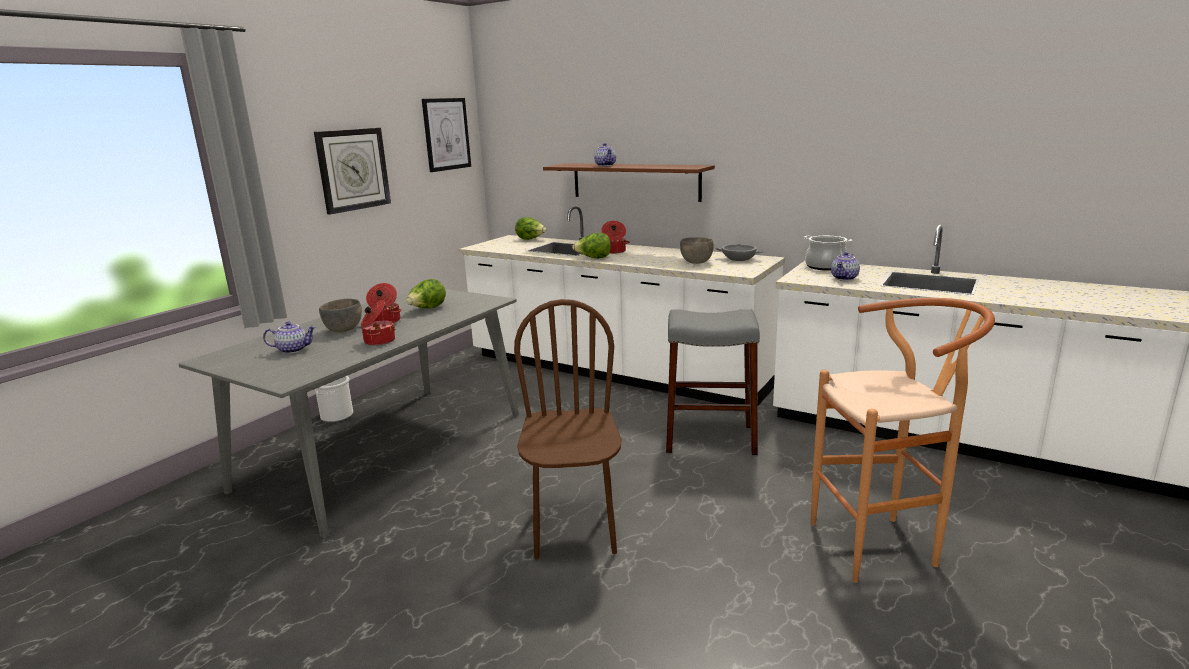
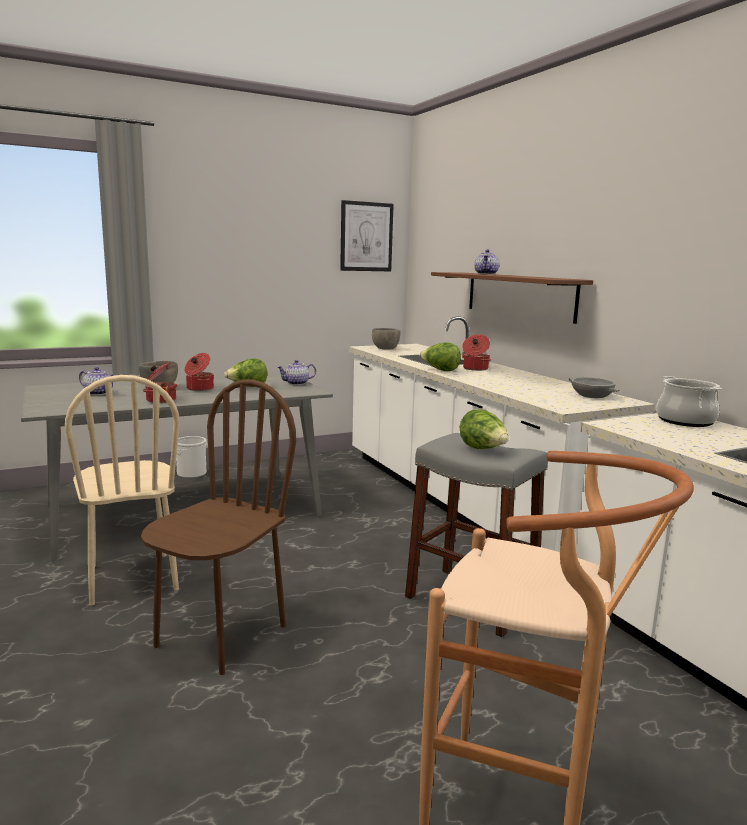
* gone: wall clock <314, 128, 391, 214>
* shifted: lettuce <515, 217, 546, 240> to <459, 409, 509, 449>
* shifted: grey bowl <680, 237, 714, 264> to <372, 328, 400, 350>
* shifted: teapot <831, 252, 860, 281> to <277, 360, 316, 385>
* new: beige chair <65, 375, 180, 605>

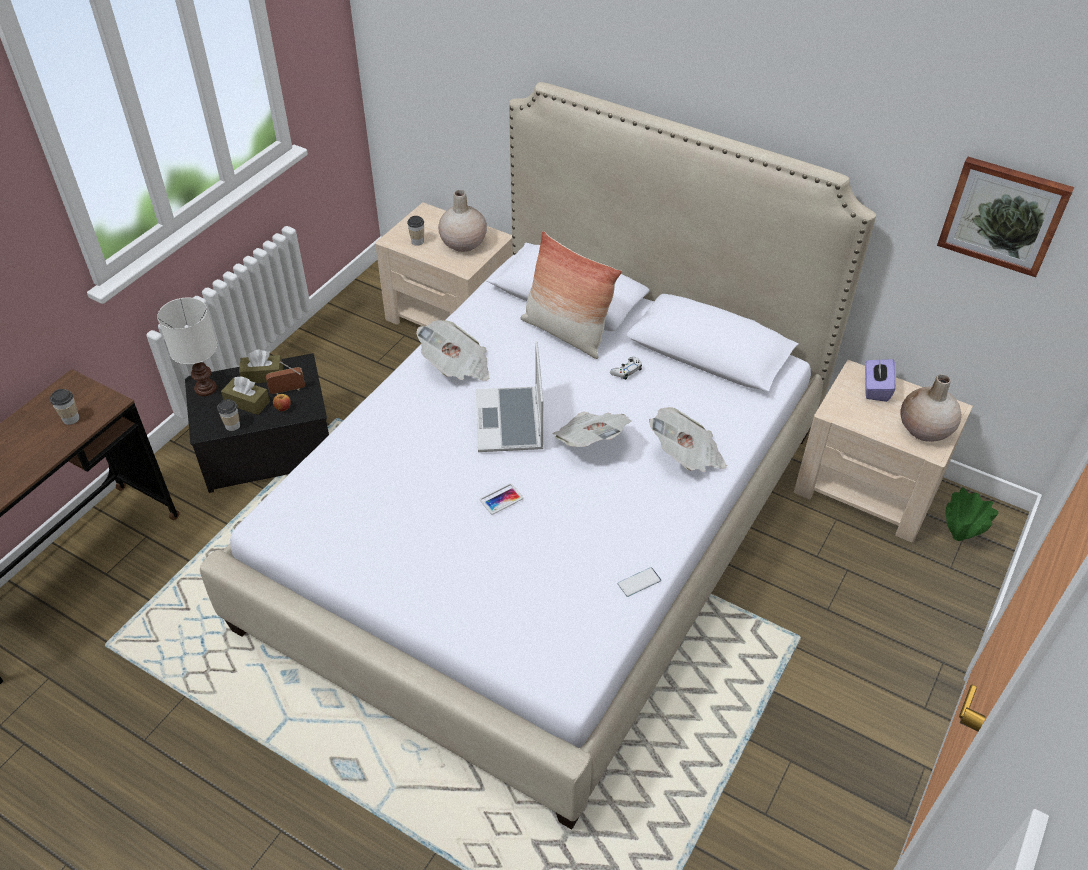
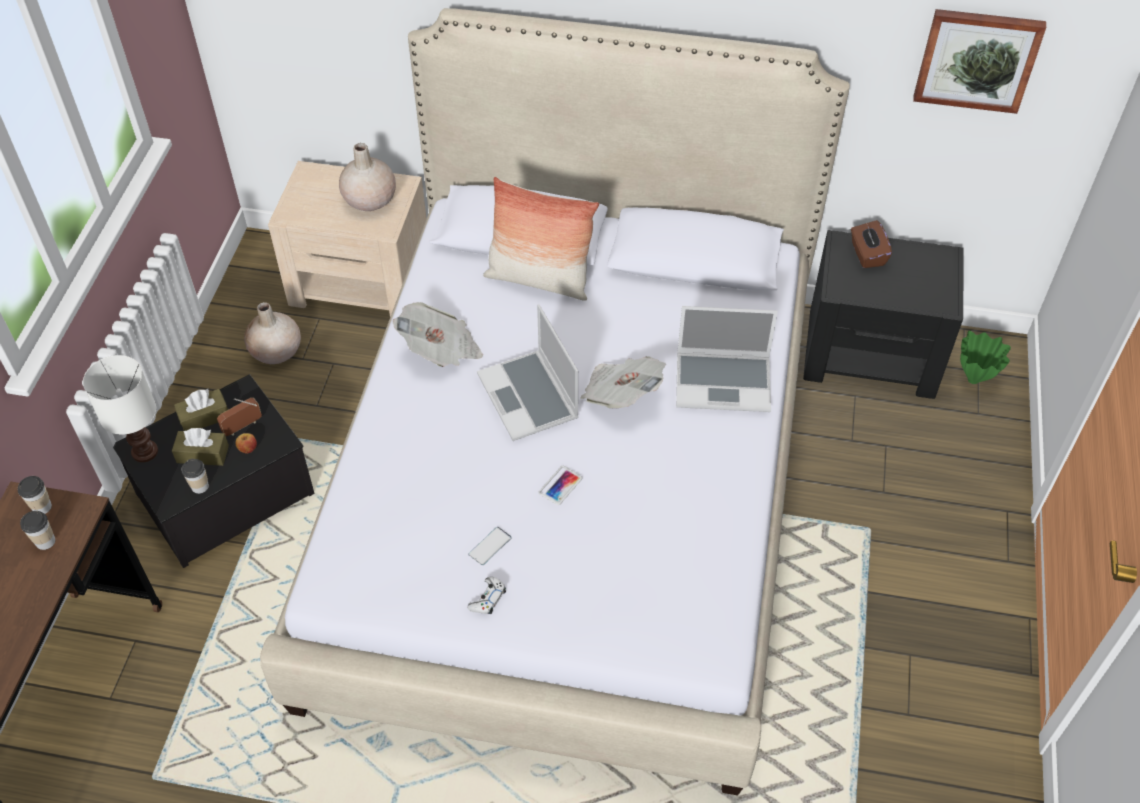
* shifted: cup <407, 216, 424, 246> to <18, 476, 52, 514>
* shifted: white game controller <610, 357, 642, 380> to <468, 577, 506, 614>
* shifted: phone <618, 567, 661, 597> to <468, 527, 512, 565>
* swapped: newspaper <649, 407, 727, 472> to laptop <676, 306, 778, 412>
* repainted: beige nightstand <794, 360, 973, 543> to black nightstand <803, 230, 964, 399>
* repainted: purple tissue box <865, 358, 896, 402> to brown tissue box <851, 220, 892, 268>
* shifted: beige vase <900, 375, 962, 442> to <244, 302, 301, 364>

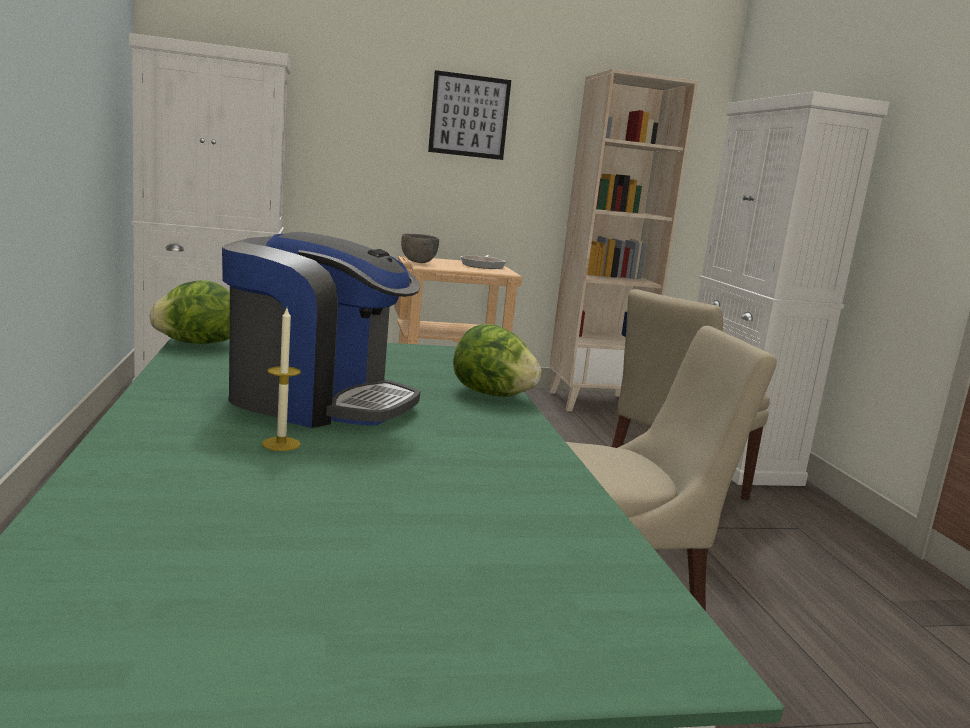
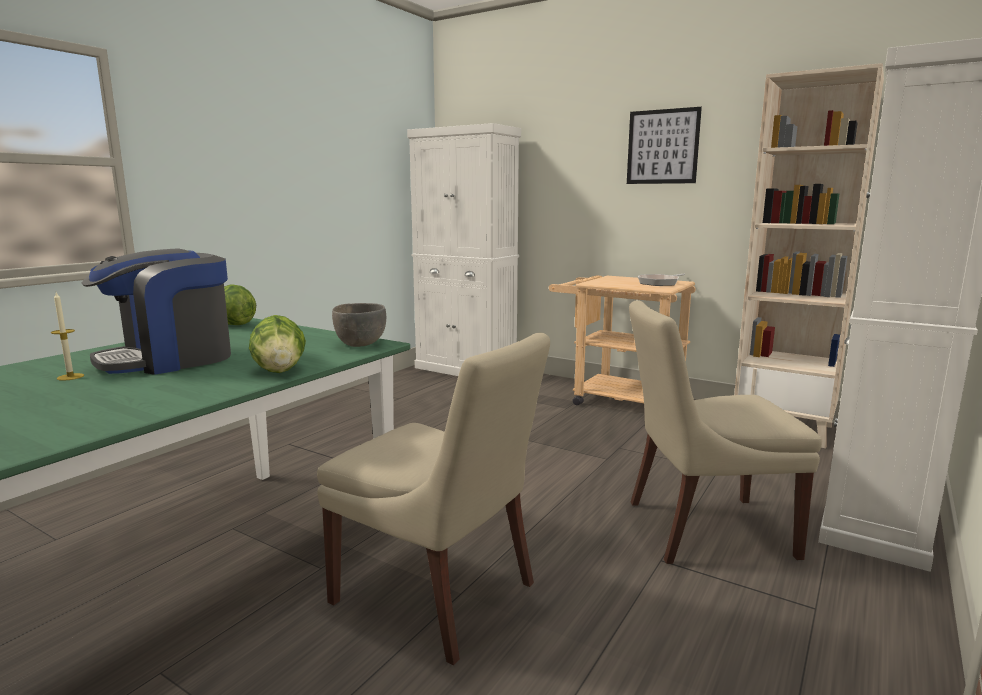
* rotated: coffee machine <222, 232, 420, 428> = <82, 249, 231, 375> 75 degrees clockwise
* shifted: grey bowl <401, 234, 439, 263> to <332, 303, 386, 347>

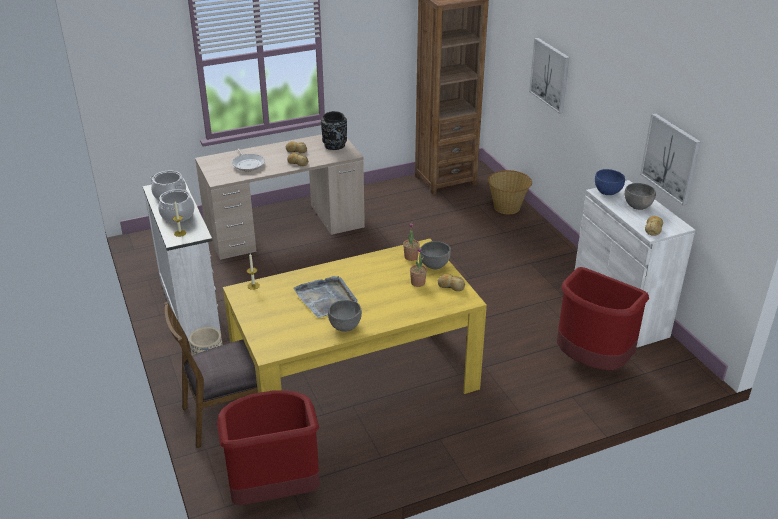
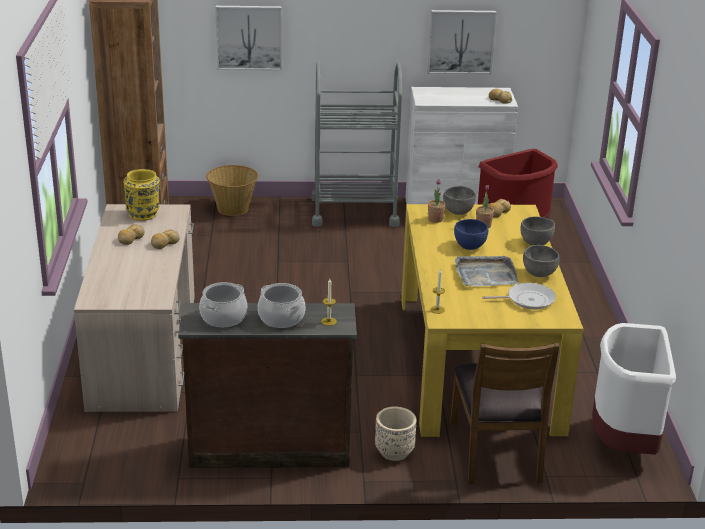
* repainted: white dresser <143, 180, 221, 344> to brown dresser <178, 303, 357, 468>
* repainted: red trash can <217, 390, 320, 505> to white trash can <592, 323, 676, 455>
* shifted: frying pan <232, 148, 265, 171> to <482, 283, 556, 310>
* repainted: black vase <321, 111, 347, 150> to yellow vase <123, 169, 160, 221>
* shifted: blue bowl <595, 169, 625, 195> to <454, 219, 488, 250>
* shifted: grey bowl <624, 183, 656, 210> to <520, 216, 555, 245>
* new: grey cart <311, 62, 402, 227>

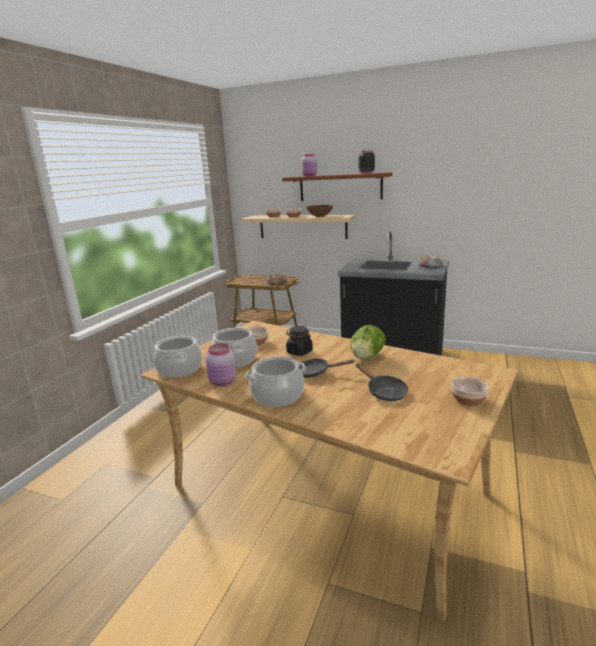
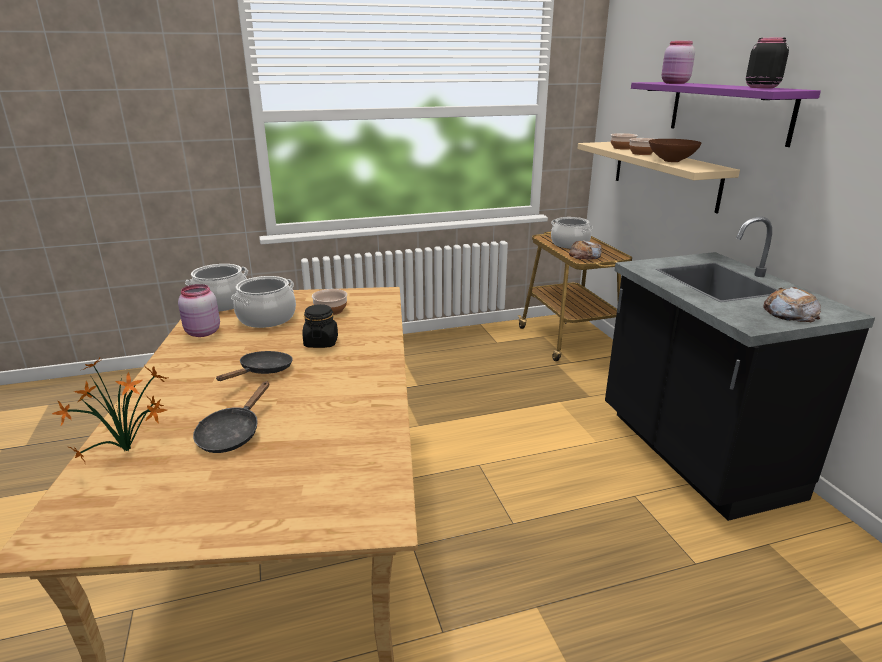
* shifted: cooking pot <245, 356, 306, 407> to <551, 217, 593, 249>
* repainted: brown shelf <282, 172, 393, 201> to purple shelf <631, 82, 821, 147>
* rotated: black frying pan <299, 359, 354, 378> = <216, 351, 293, 381> 60 degrees clockwise
* gone: lettuce <350, 325, 386, 360>
* gone: bowl <451, 377, 489, 406>
* new: potted plant <52, 358, 168, 462>

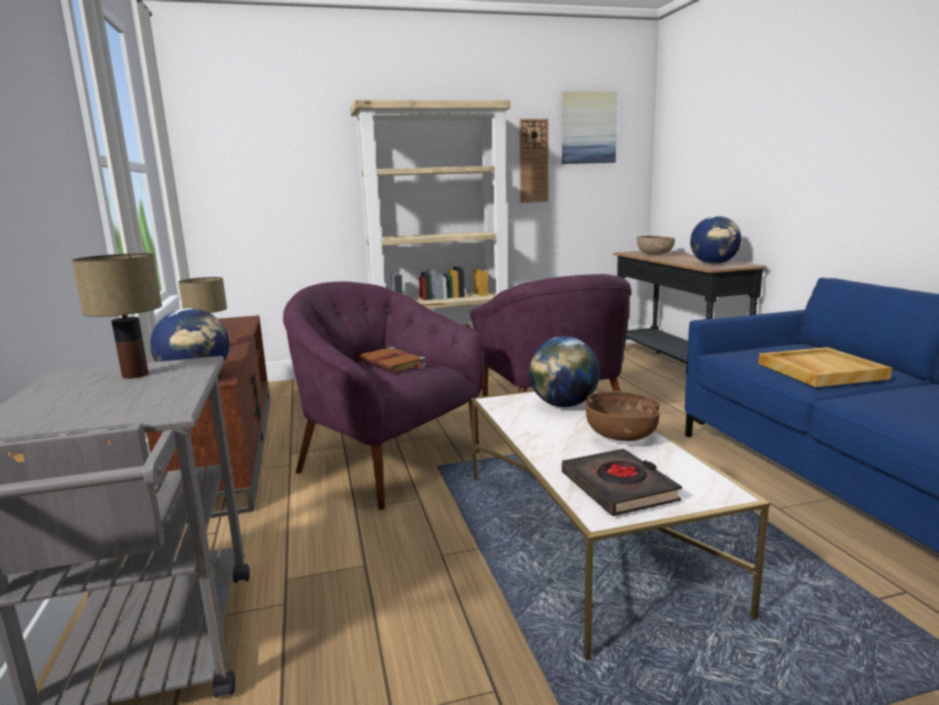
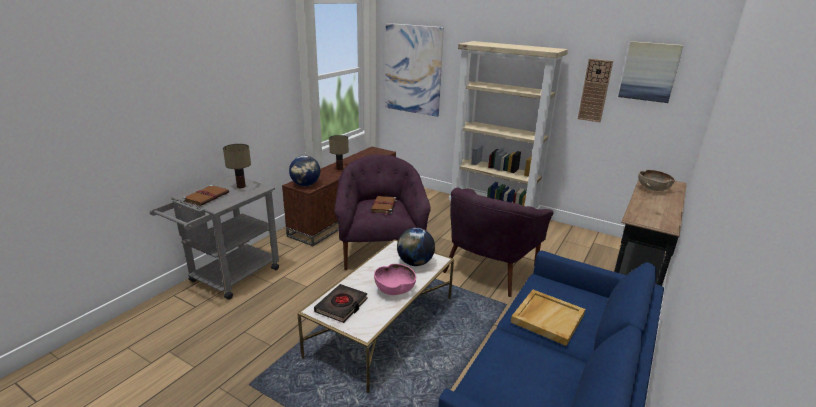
* repainted: brown bowl <586, 391, 660, 441> to pink bowl <374, 264, 416, 295>
* gone: globe <690, 216, 742, 264>
* new: brown book <182, 185, 229, 206>
* new: picture <385, 23, 444, 117>

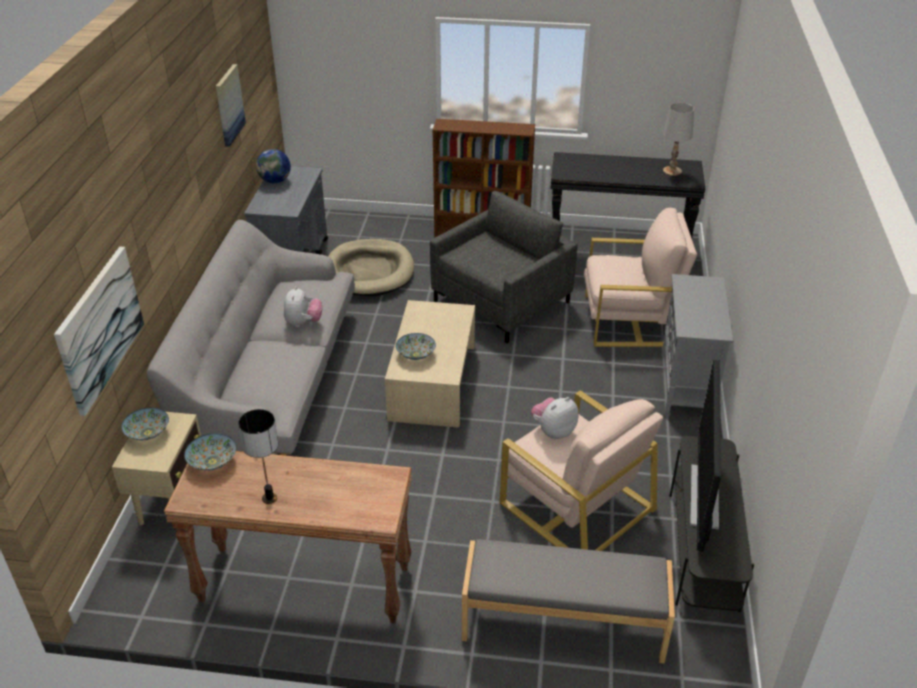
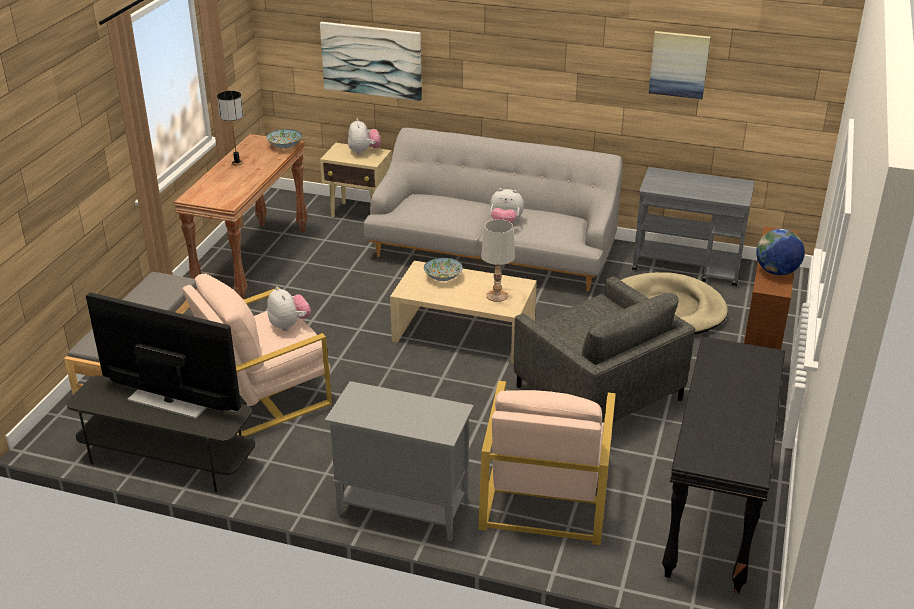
* swapped: bowl <121, 408, 169, 440> to plush toy <348, 118, 381, 155>
* shifted: globe <256, 149, 291, 183> to <756, 229, 805, 275>
* shifted: white table lamp <663, 103, 694, 176> to <481, 219, 515, 302>

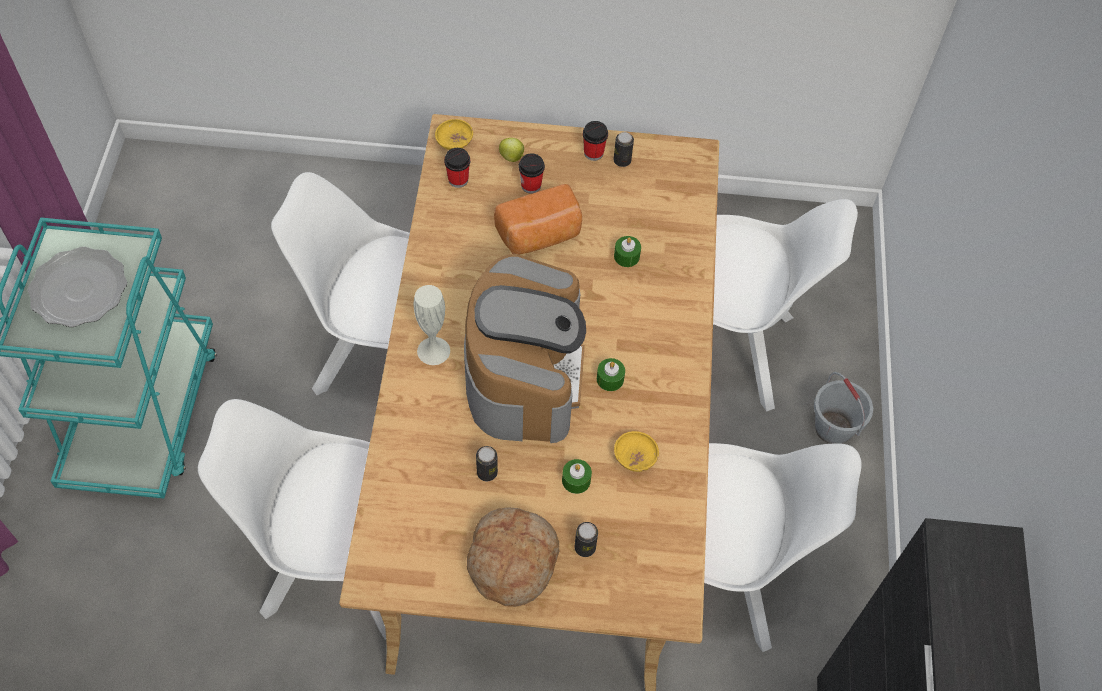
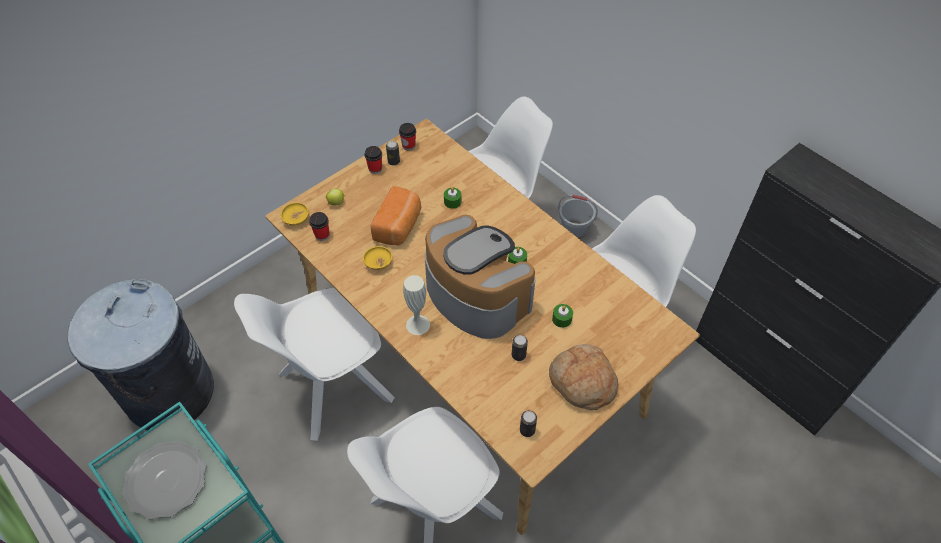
* shifted: cup <519, 154, 545, 194> to <399, 123, 416, 150>
* shifted: can <575, 522, 598, 557> to <520, 410, 537, 437>
* shifted: yellow bowl <614, 431, 659, 472> to <363, 246, 392, 270>
* new: grey trash can <67, 279, 214, 430>

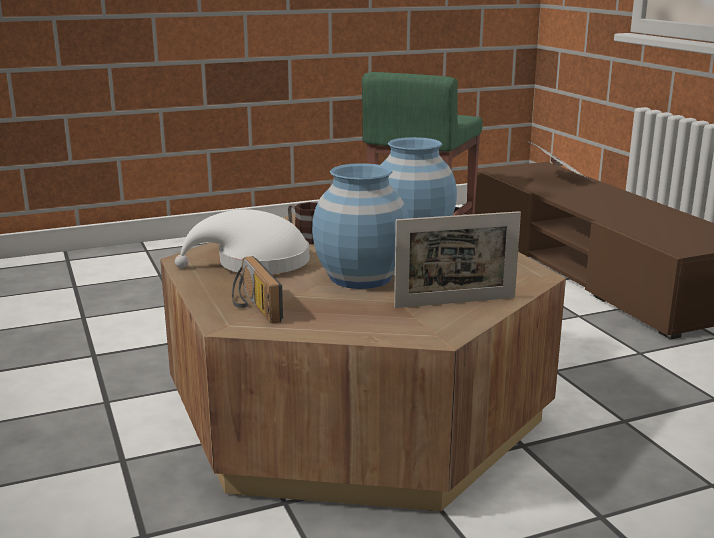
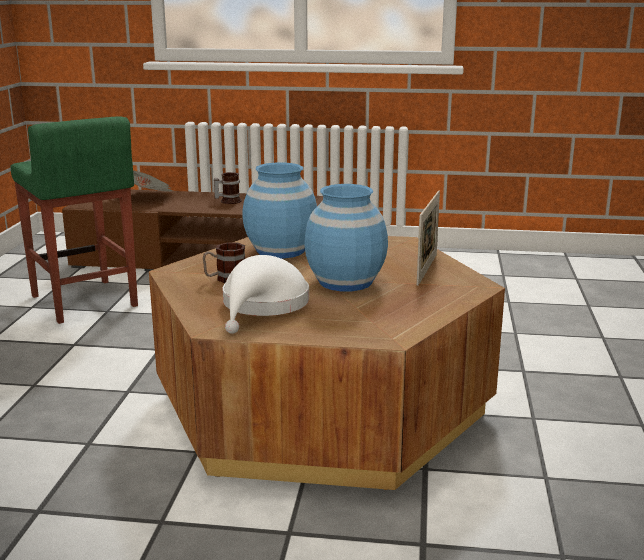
* gone: radio <232, 256, 283, 324>
* new: mug <214, 172, 242, 204>

